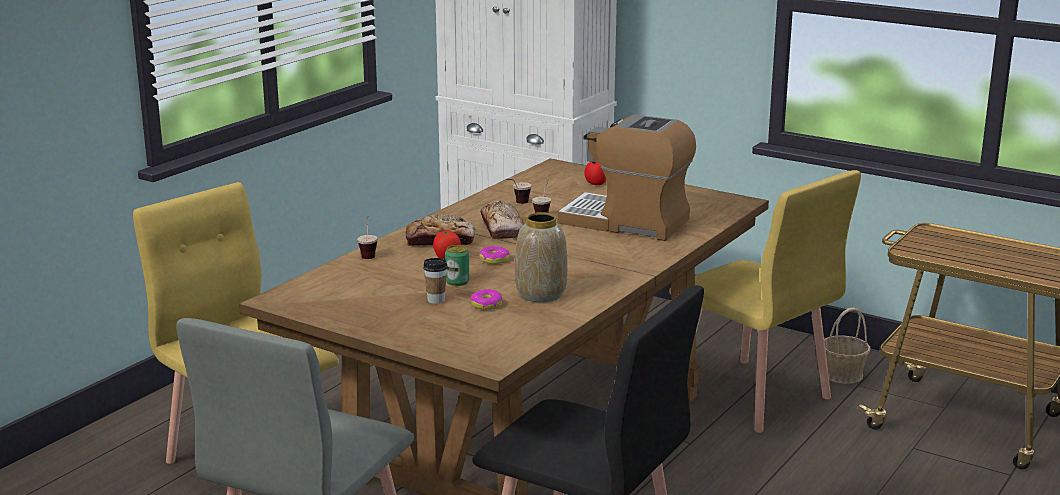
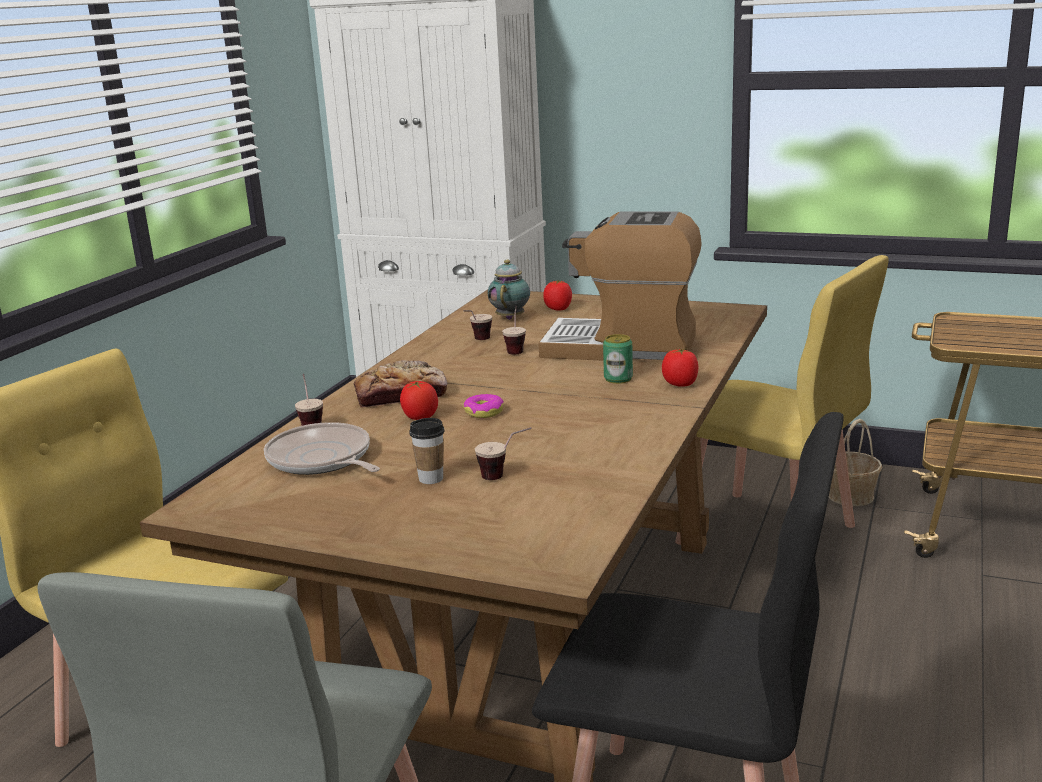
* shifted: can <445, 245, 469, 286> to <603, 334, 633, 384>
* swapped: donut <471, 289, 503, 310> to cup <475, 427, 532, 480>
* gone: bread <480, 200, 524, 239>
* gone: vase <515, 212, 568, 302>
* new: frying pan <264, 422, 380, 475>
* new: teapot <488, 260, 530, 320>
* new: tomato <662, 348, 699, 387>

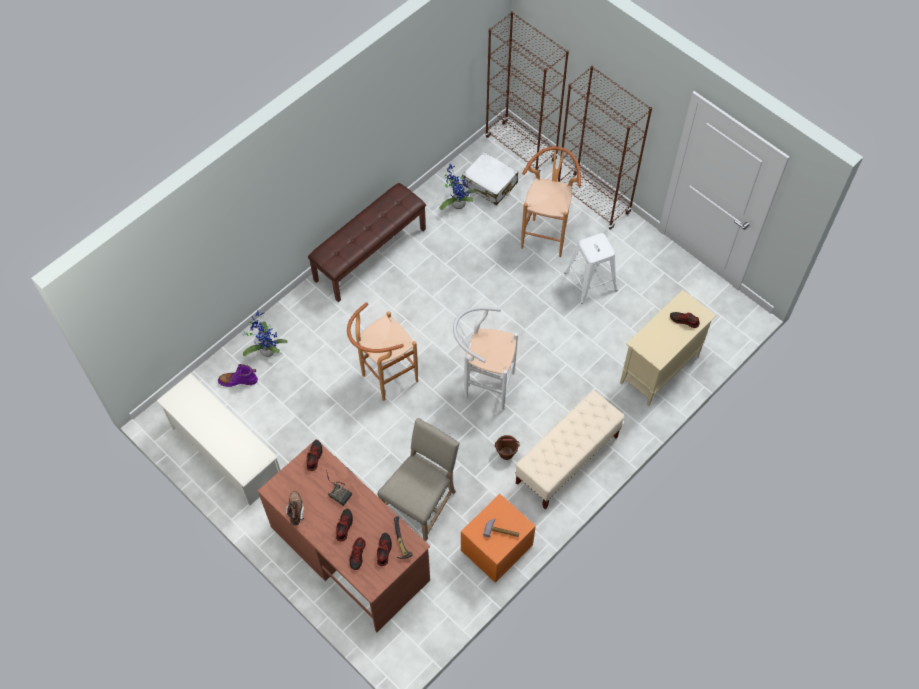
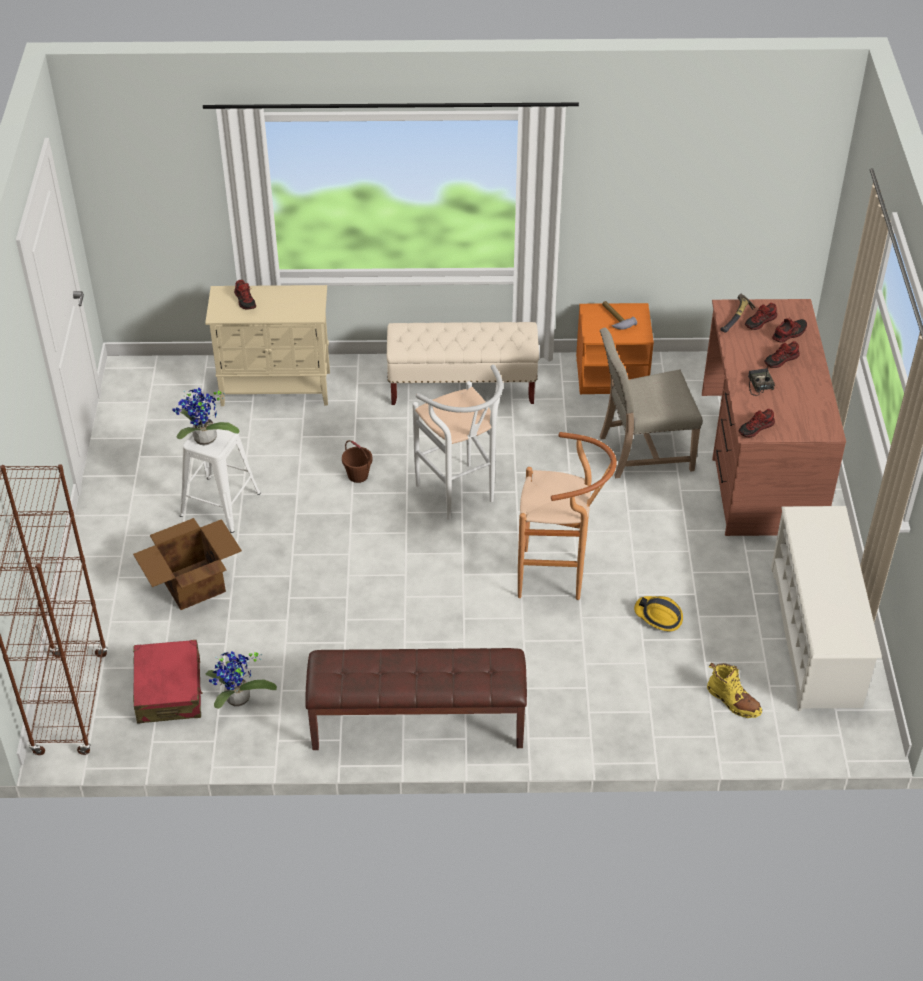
* repainted: purple boot <218, 364, 258, 387> to yellow boot <707, 663, 762, 718>
* shifted: potted plant <242, 311, 287, 357> to <172, 388, 240, 446>
* gone: brown boot <286, 491, 304, 526>
* repainted: white suitcase <462, 152, 518, 205> to red suitcase <133, 640, 203, 724>
* shifted: brown bucket <495, 435, 520, 460> to <342, 440, 373, 483>
* swapped: brown stool <521, 146, 581, 257> to cardboard box <133, 518, 242, 610>
* gone: brown bookcase <558, 66, 652, 230>
* new: hard hat <634, 596, 683, 631>

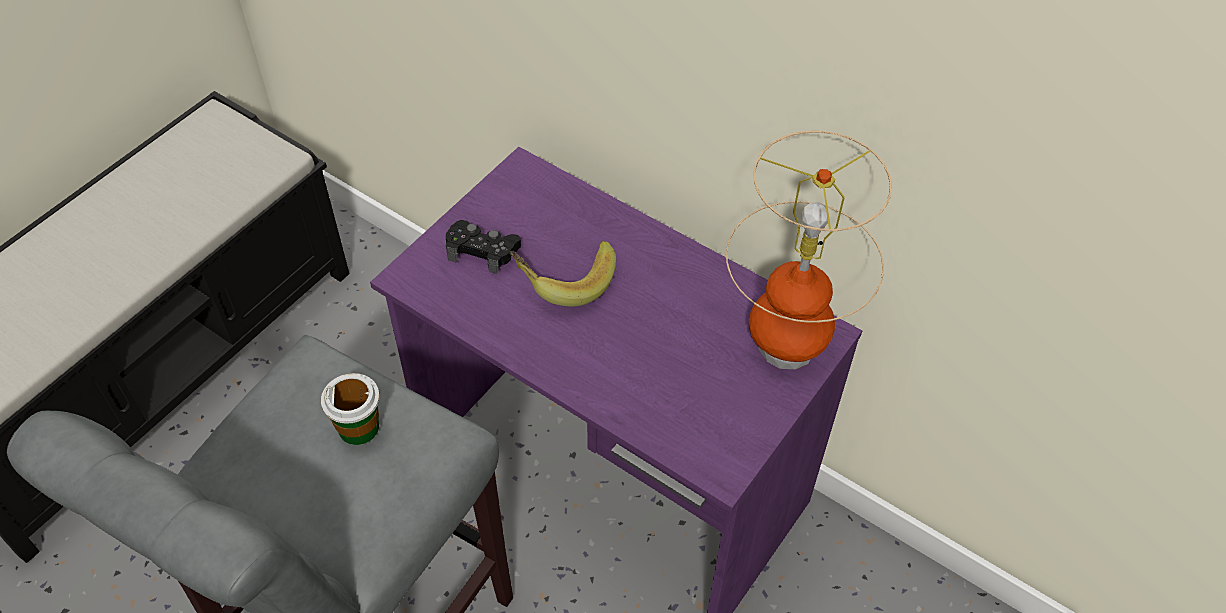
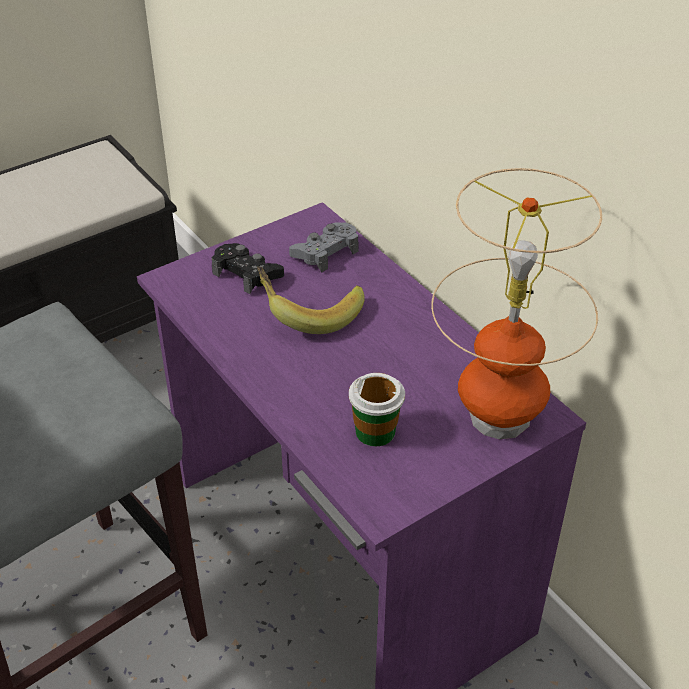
* shifted: cup <321, 373, 380, 445> to <349, 373, 405, 446>
* new: grey game controller <289, 222, 359, 273>

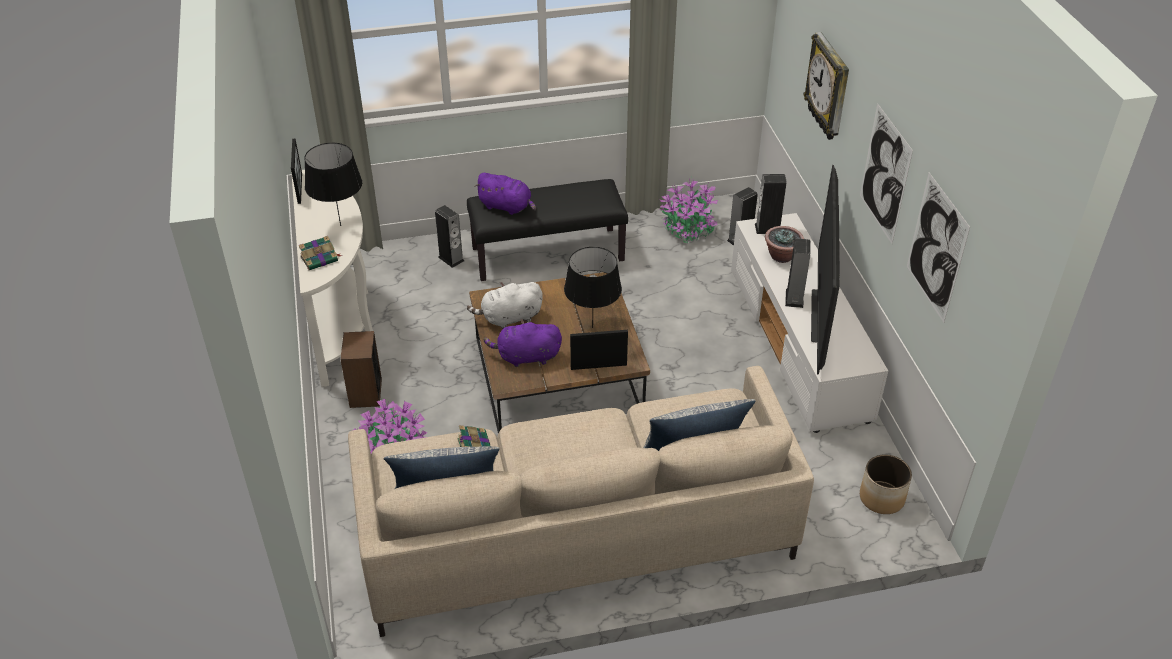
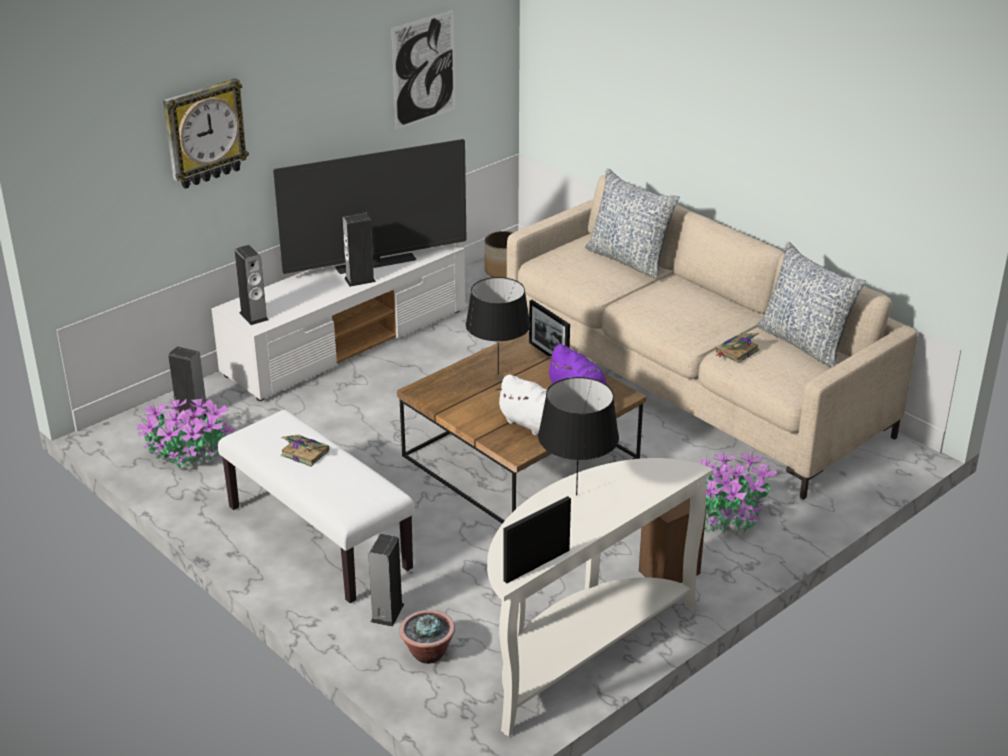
* shifted: book <299, 236, 342, 270> to <281, 434, 329, 467>
* repainted: black bench <467, 179, 628, 281> to white bench <218, 410, 415, 603>
* gone: purple plush toy <475, 173, 536, 215>
* shifted: potted plant <765, 226, 804, 263> to <399, 610, 455, 664>
* gone: picture <860, 104, 913, 244>

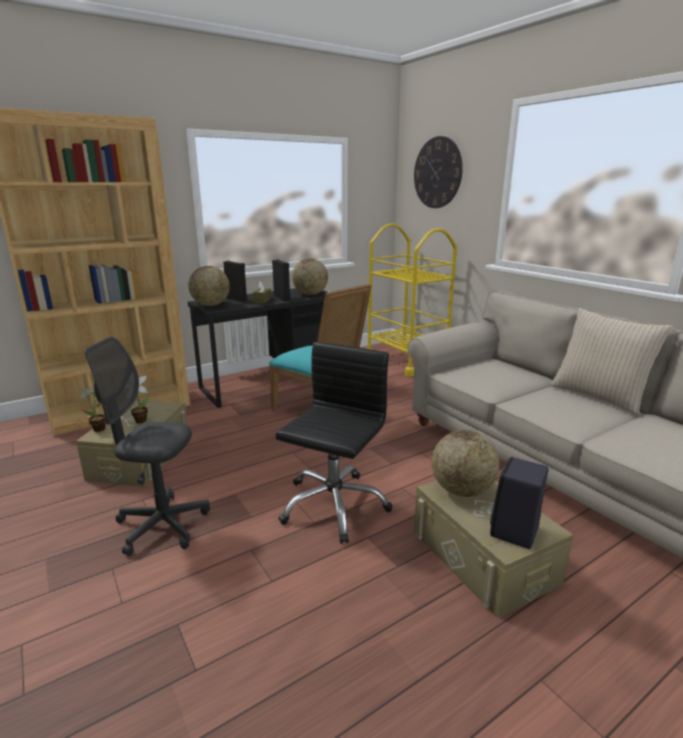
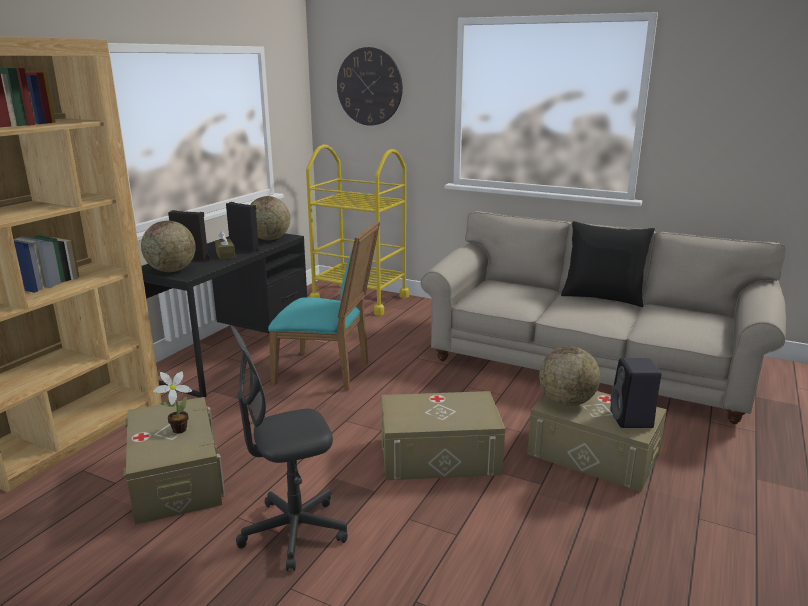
* gone: potted plant <79, 386, 106, 432>
* swapped: black office chair <275, 342, 392, 544> to beige storage box <381, 391, 505, 480>
* repainted: beige pillow <550, 308, 673, 415> to black pillow <561, 221, 655, 307>

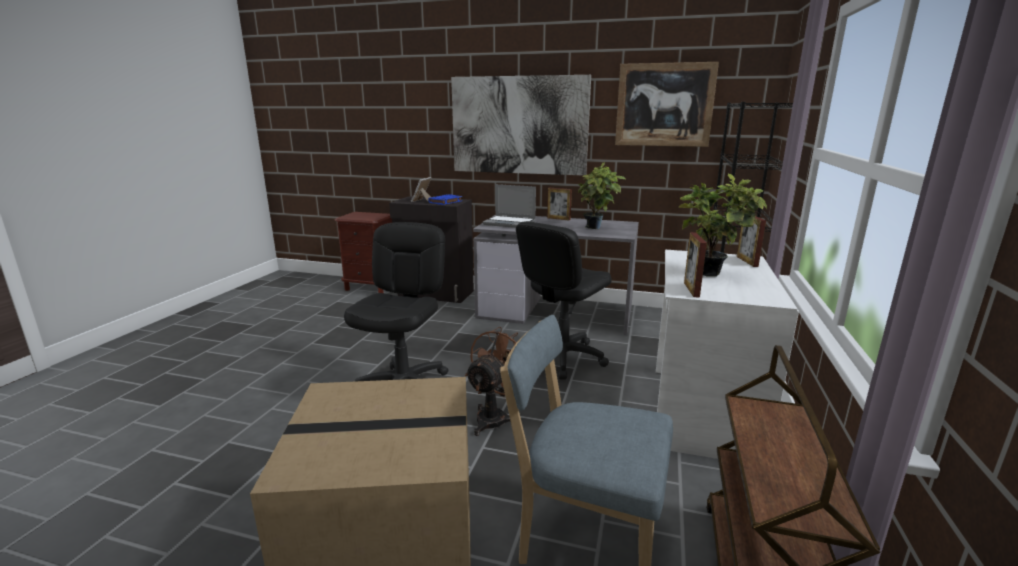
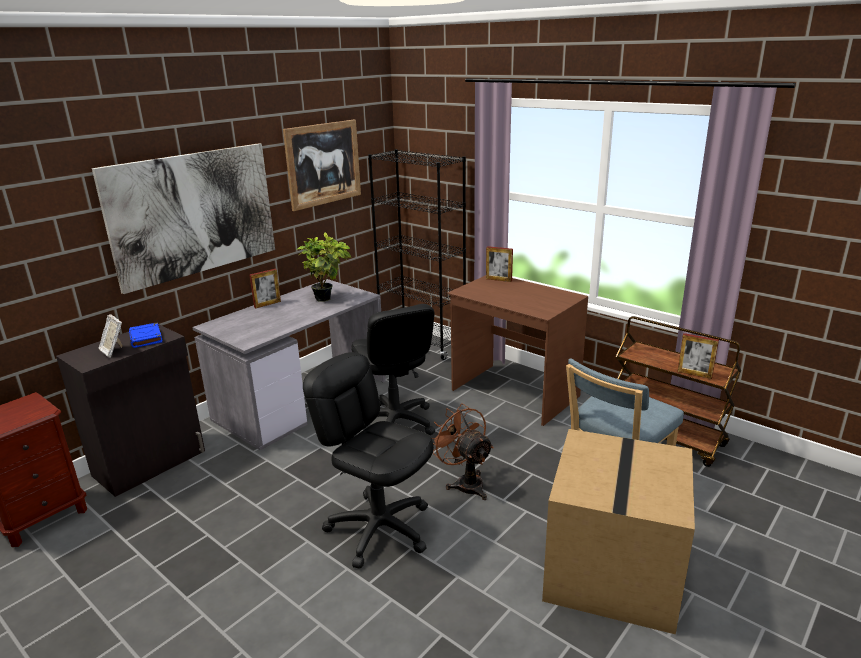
* gone: laptop <482, 184, 536, 228>
* repainted: white desk <656, 250, 799, 459> to brown desk <447, 275, 588, 426>
* gone: potted plant <678, 174, 767, 277>
* shifted: picture frame <684, 232, 707, 298> to <677, 333, 719, 379>

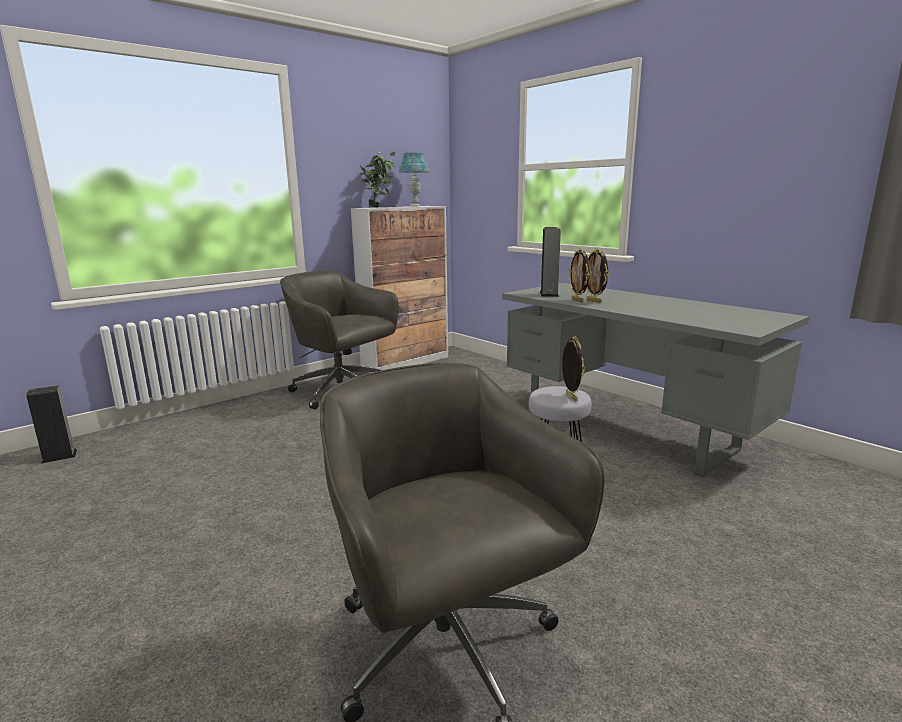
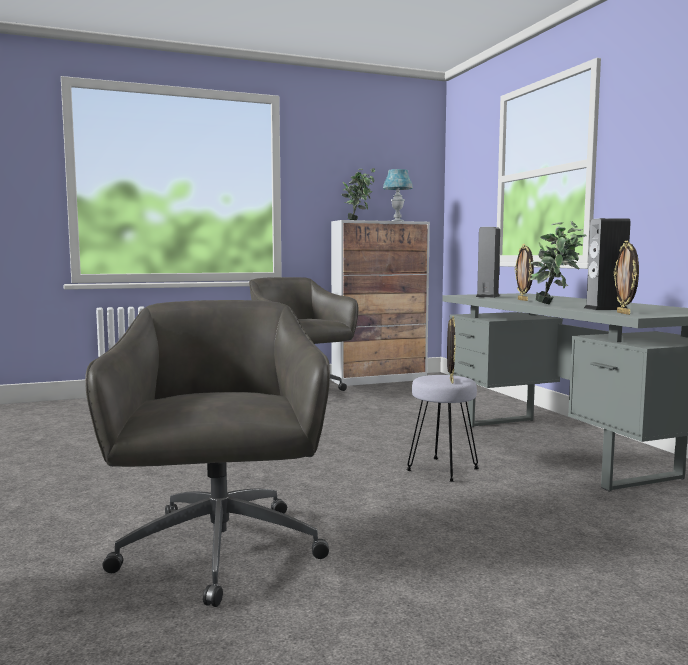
* shifted: speaker <26, 385, 77, 464> to <584, 218, 631, 310>
* shifted: picture frame <569, 248, 590, 302> to <614, 241, 639, 315>
* new: potted plant <530, 221, 586, 304>

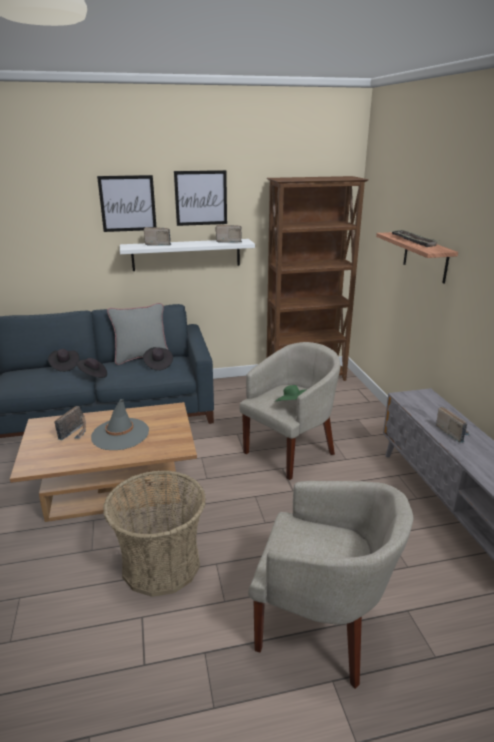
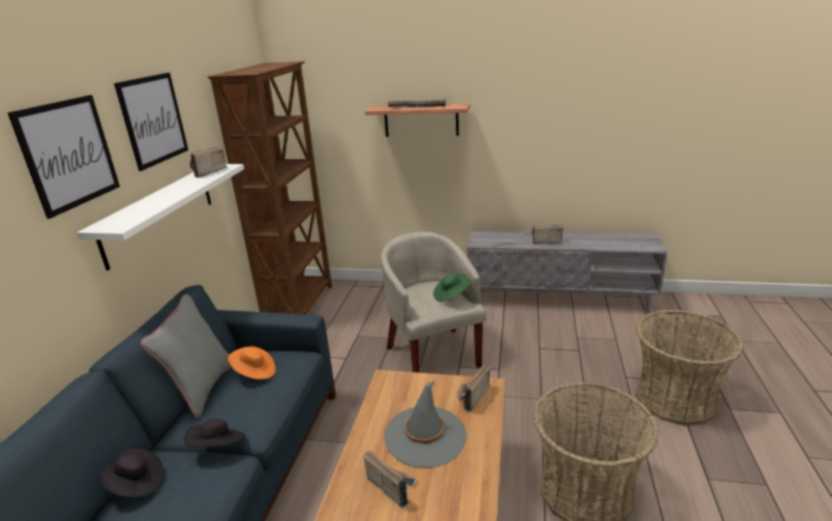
* repainted: black hat <143, 347, 173, 371> to orange hat <228, 346, 276, 379>
* shifted: radio <144, 227, 171, 246> to <457, 364, 490, 412>
* swapped: beige armchair <248, 481, 413, 689> to basket <636, 310, 744, 426>

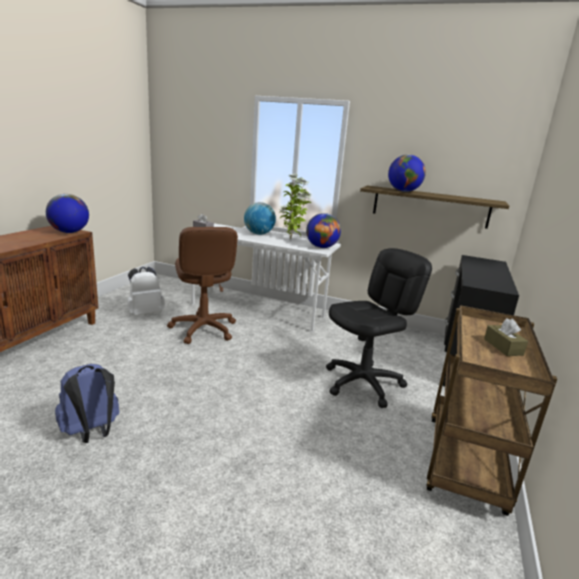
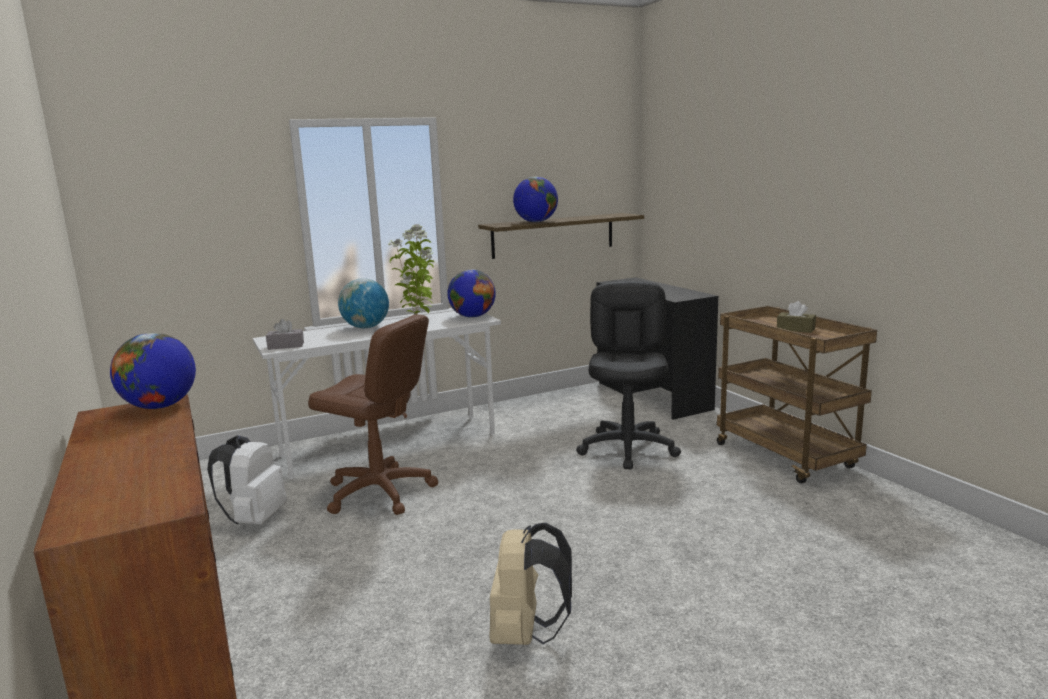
* repainted: blue backpack <55, 364, 119, 443> to beige backpack <489, 523, 572, 645>

